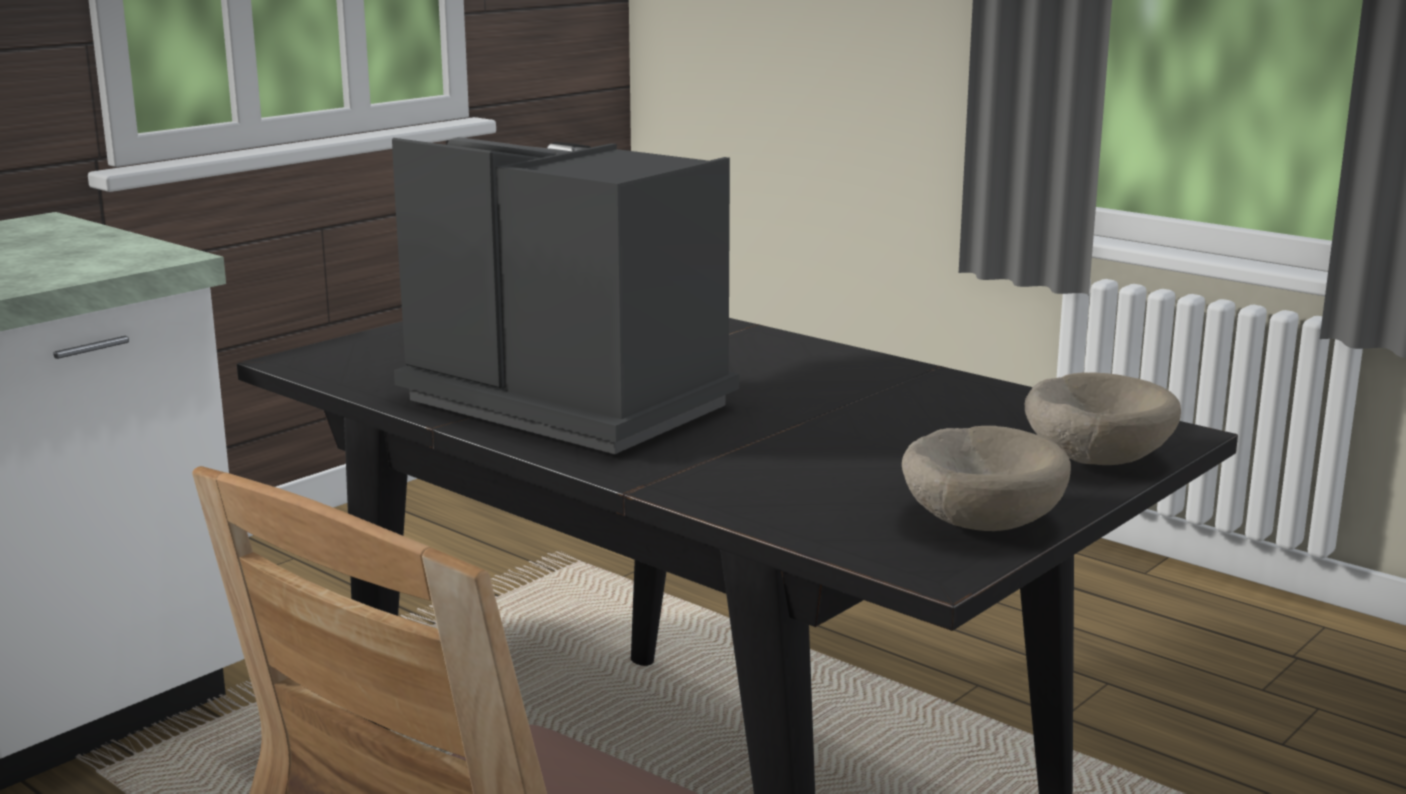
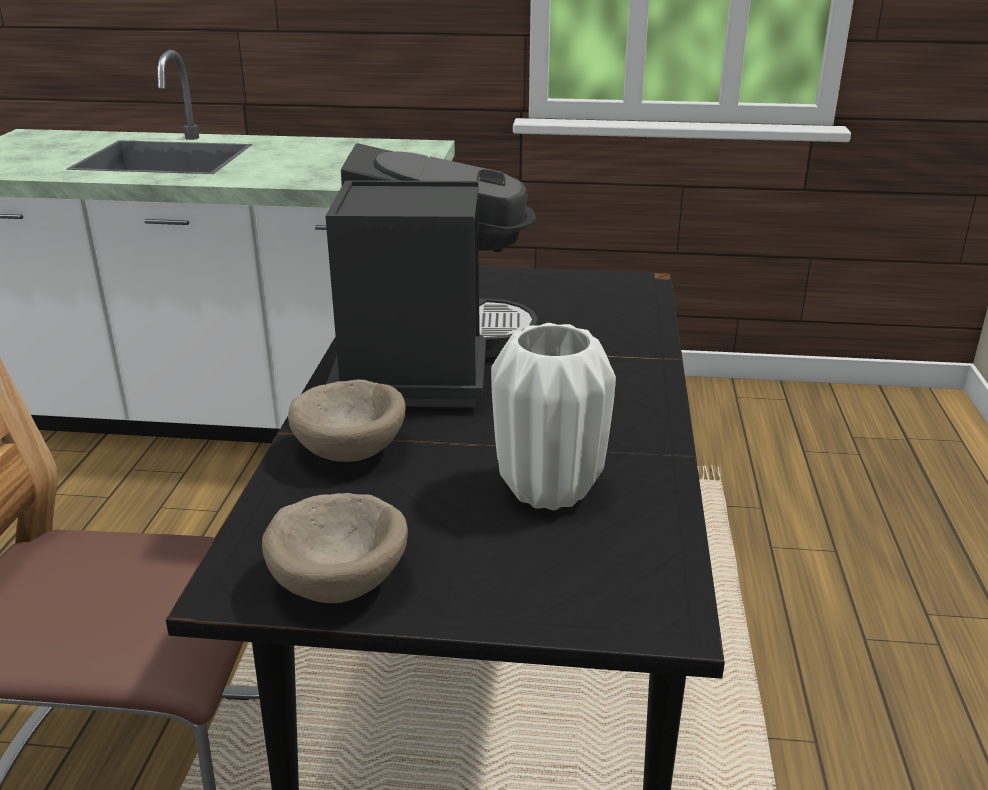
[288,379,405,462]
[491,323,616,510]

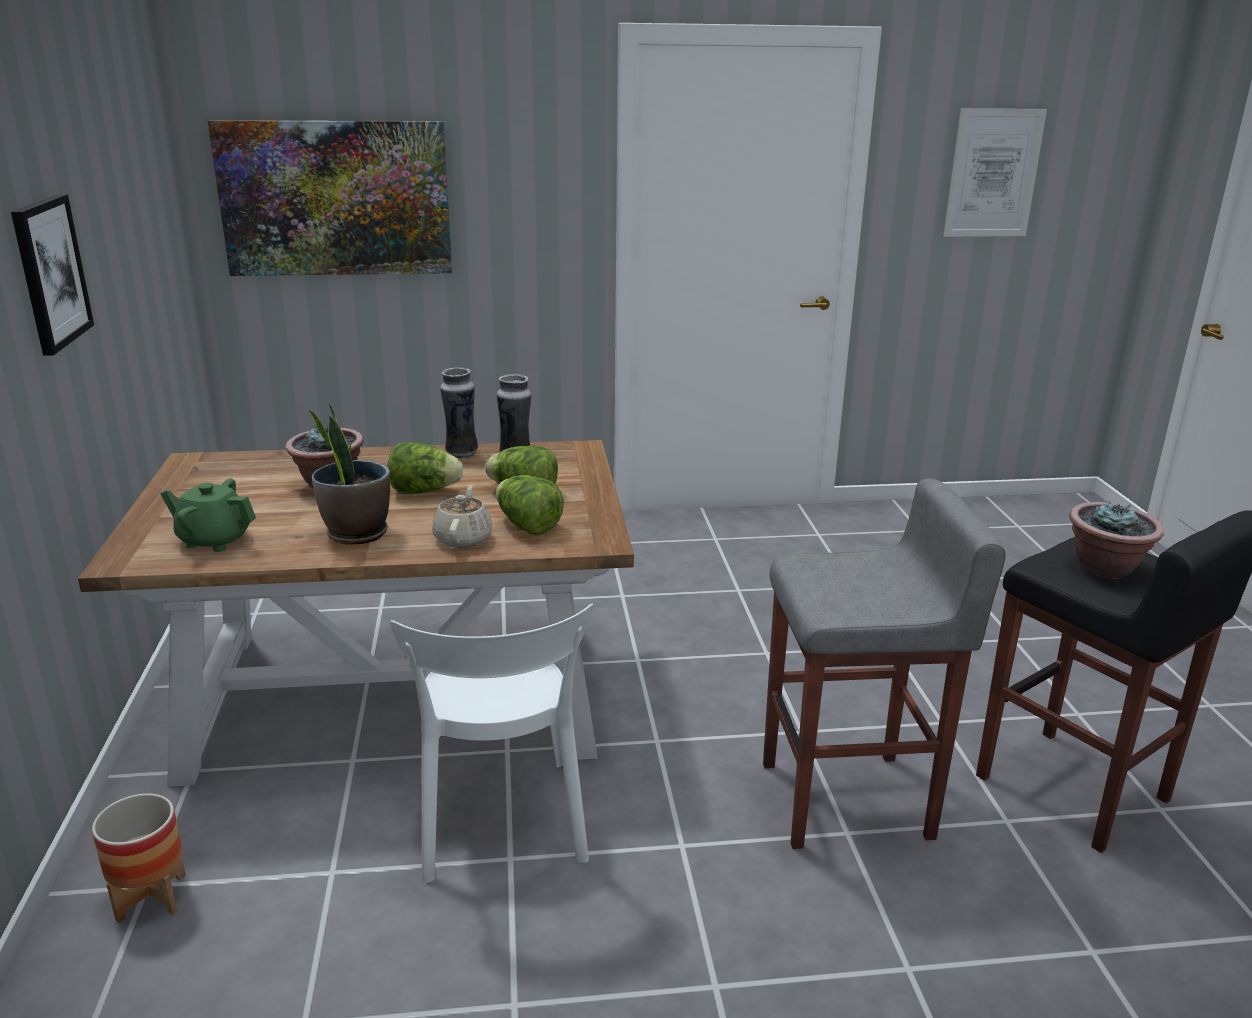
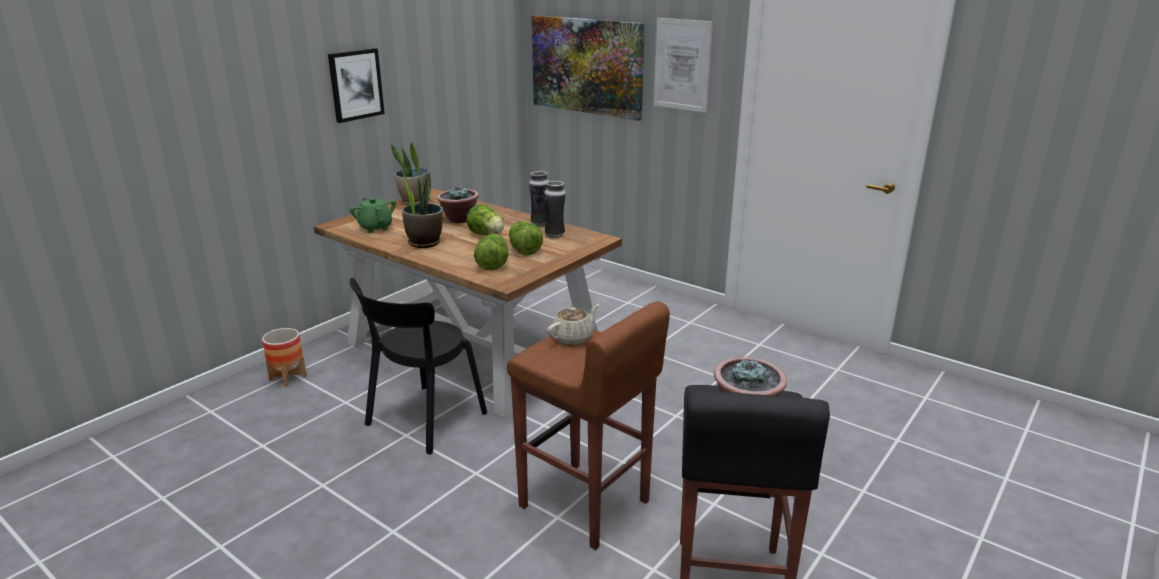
[654,18,713,113]
[507,301,670,550]
[547,304,599,345]
[349,278,487,455]
[391,142,431,205]

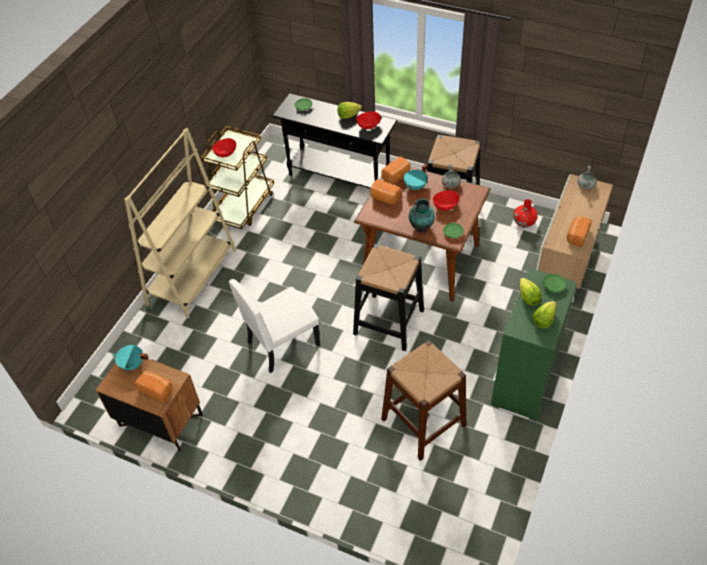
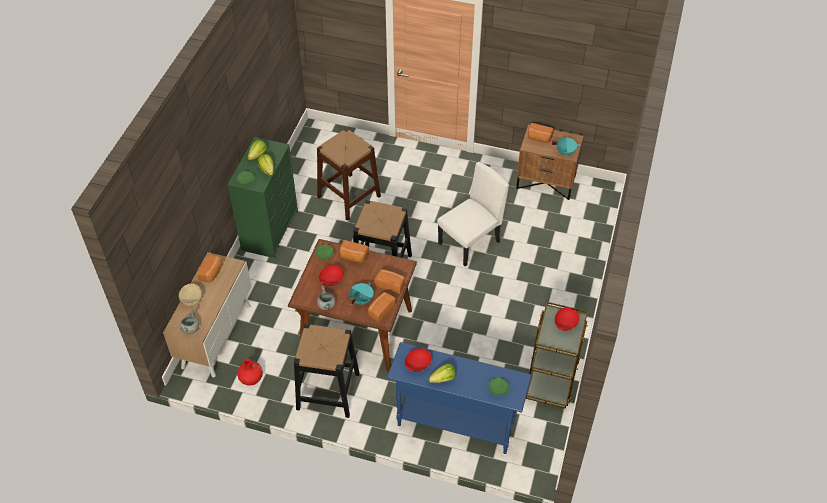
[387,342,532,454]
[124,128,236,318] (first image)
[340,240,369,263]
[179,283,202,306]

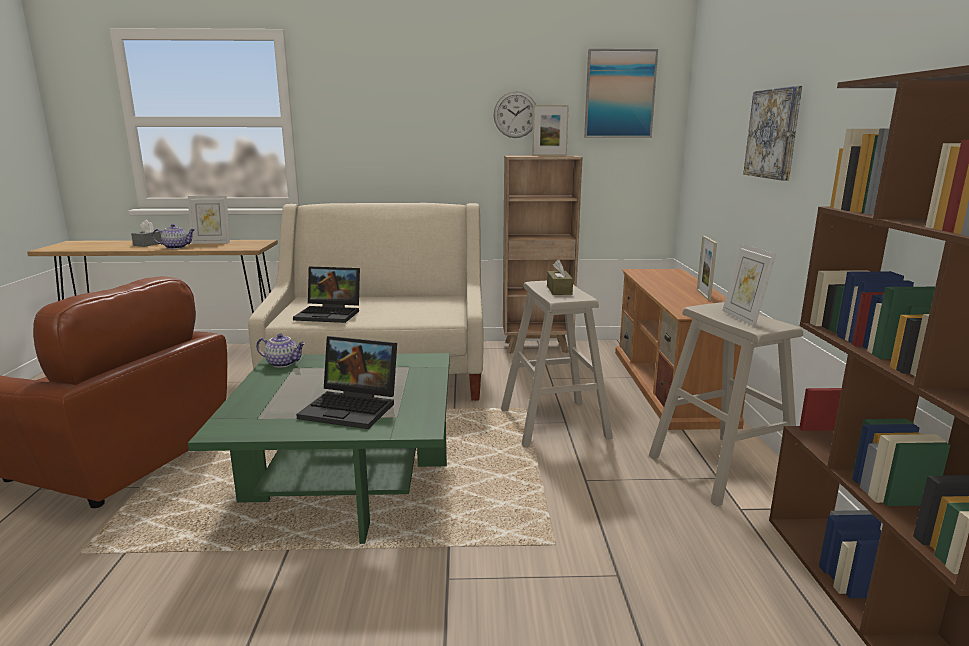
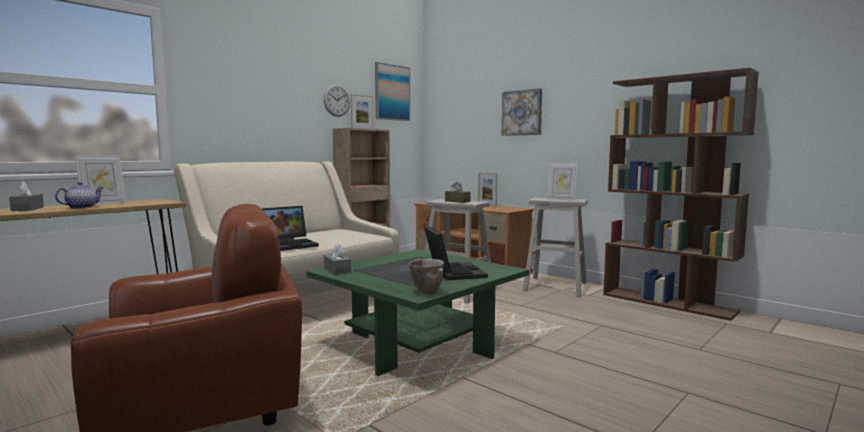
[324,244,351,275]
[424,226,488,280]
[409,259,444,294]

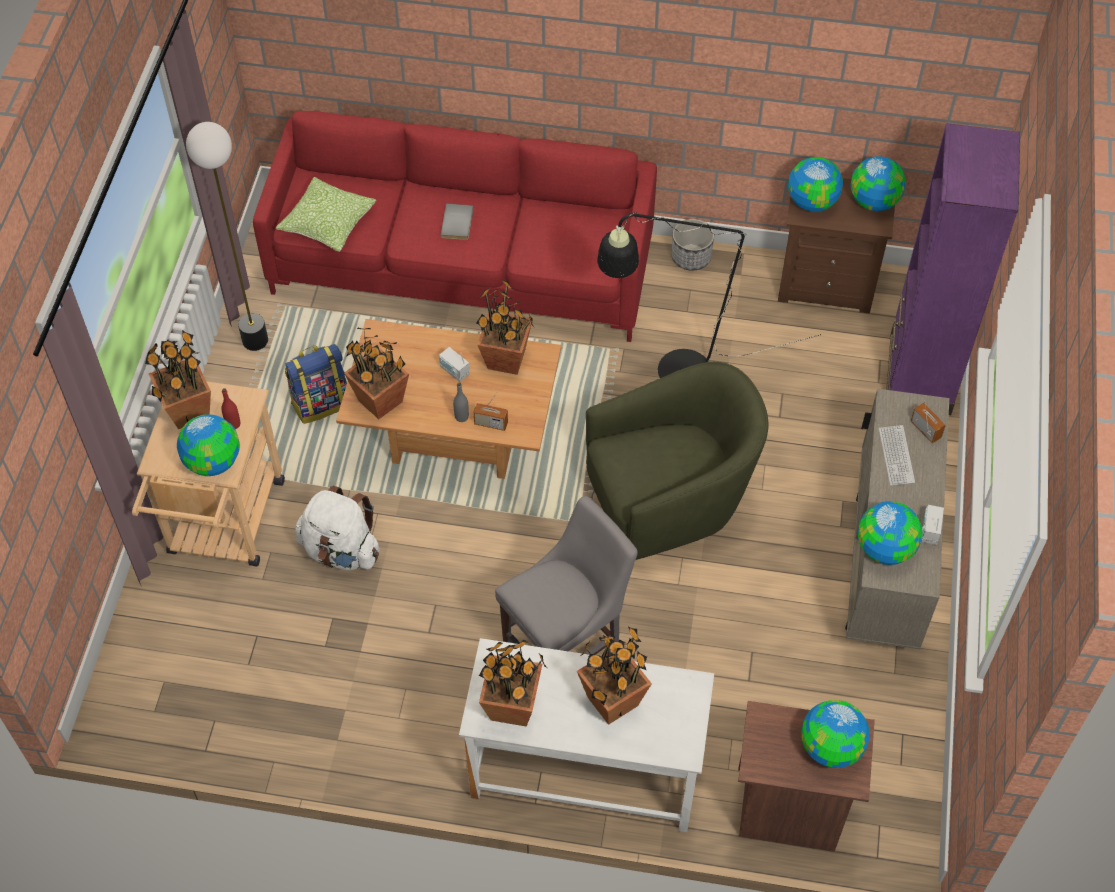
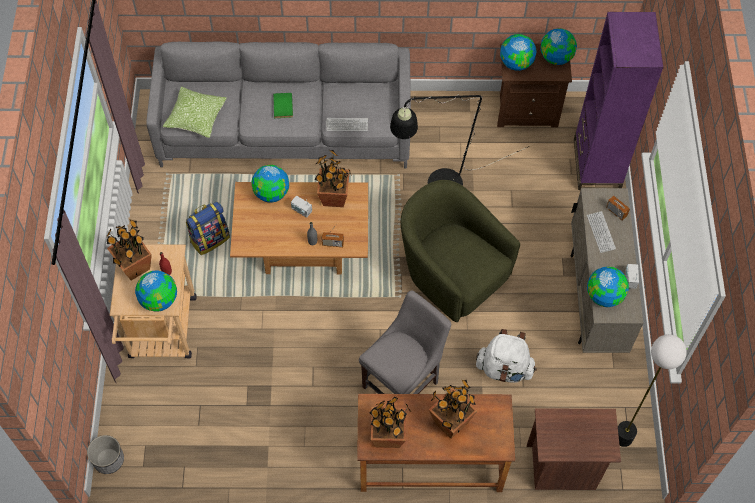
[146,41,411,168]
[618,334,687,447]
[273,93,293,118]
[87,435,124,474]
[344,328,409,419] (first image)
[401,180,520,322]
[476,329,537,383]
[357,394,515,492]
[252,165,289,203]
[326,118,368,131]

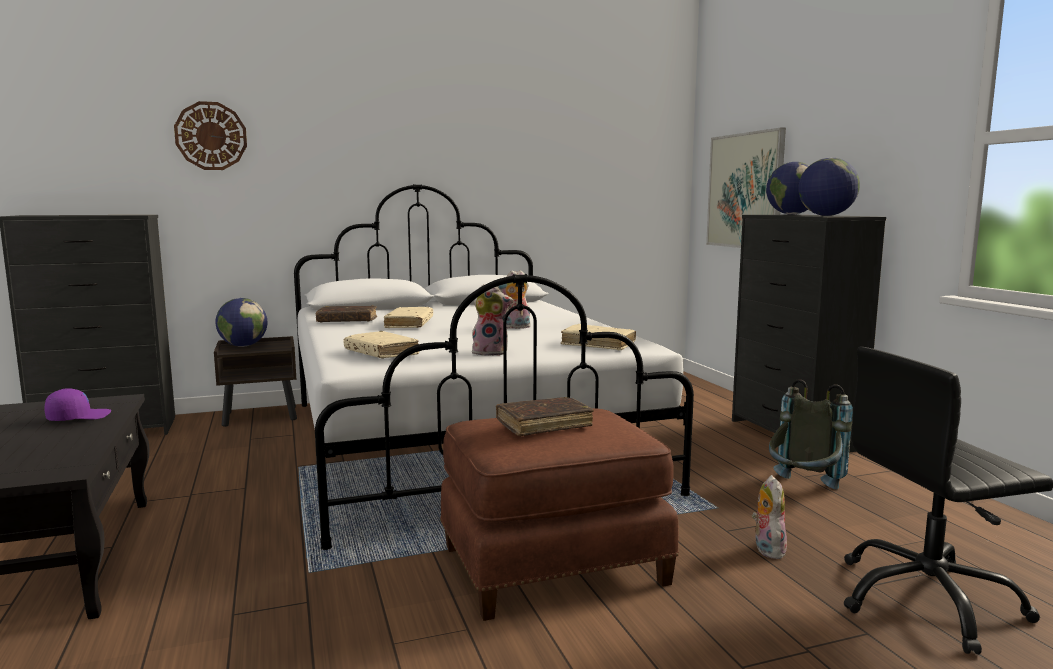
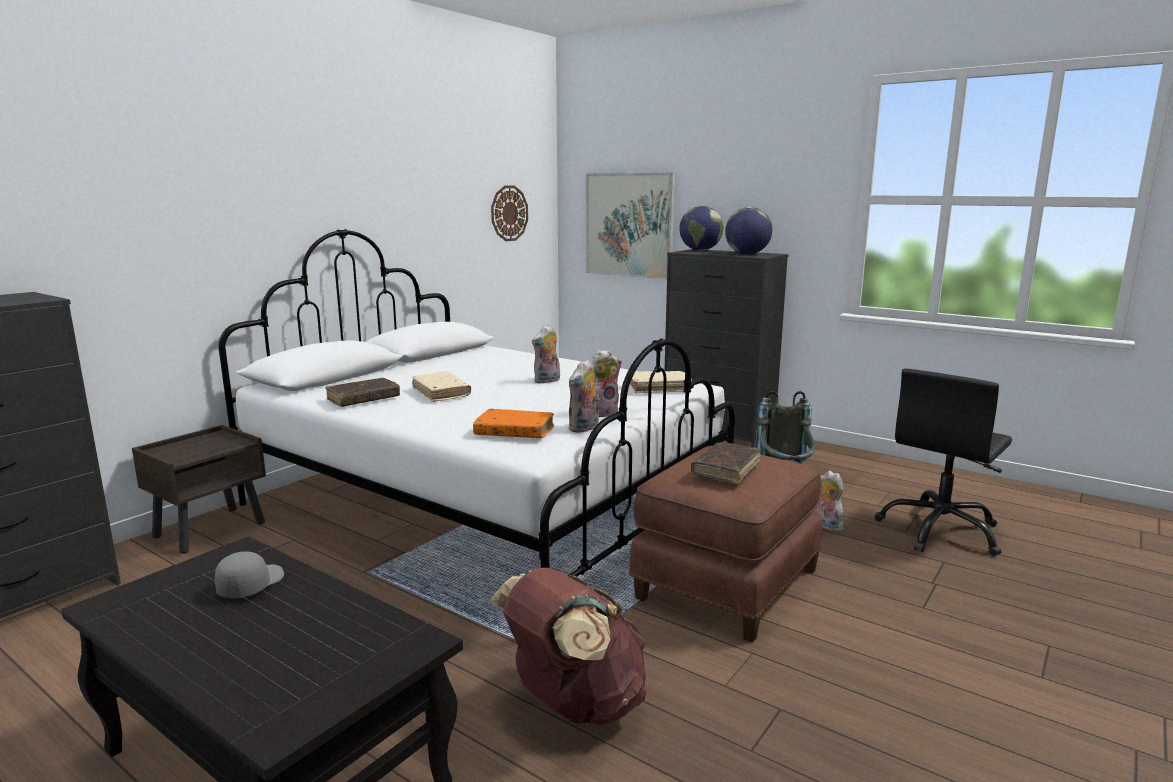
[491,186,528,241]
[216,298,267,347] (first image)
[473,409,554,438]
[215,551,284,598]
[568,359,600,433]
[490,568,646,725]

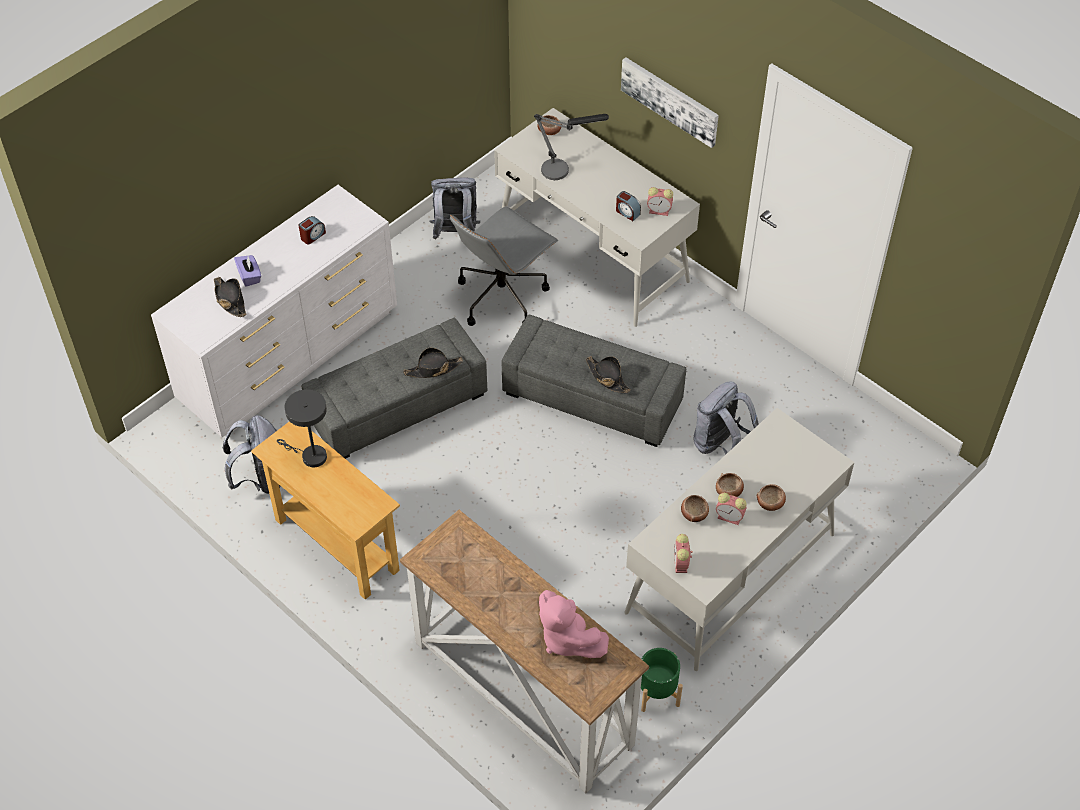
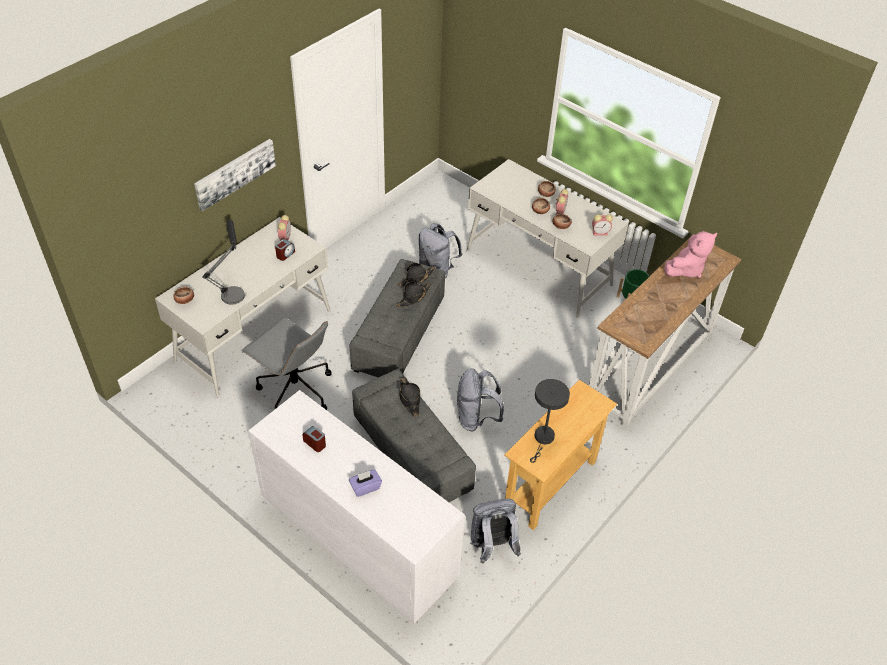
[457,368,504,431]
[397,263,436,287]

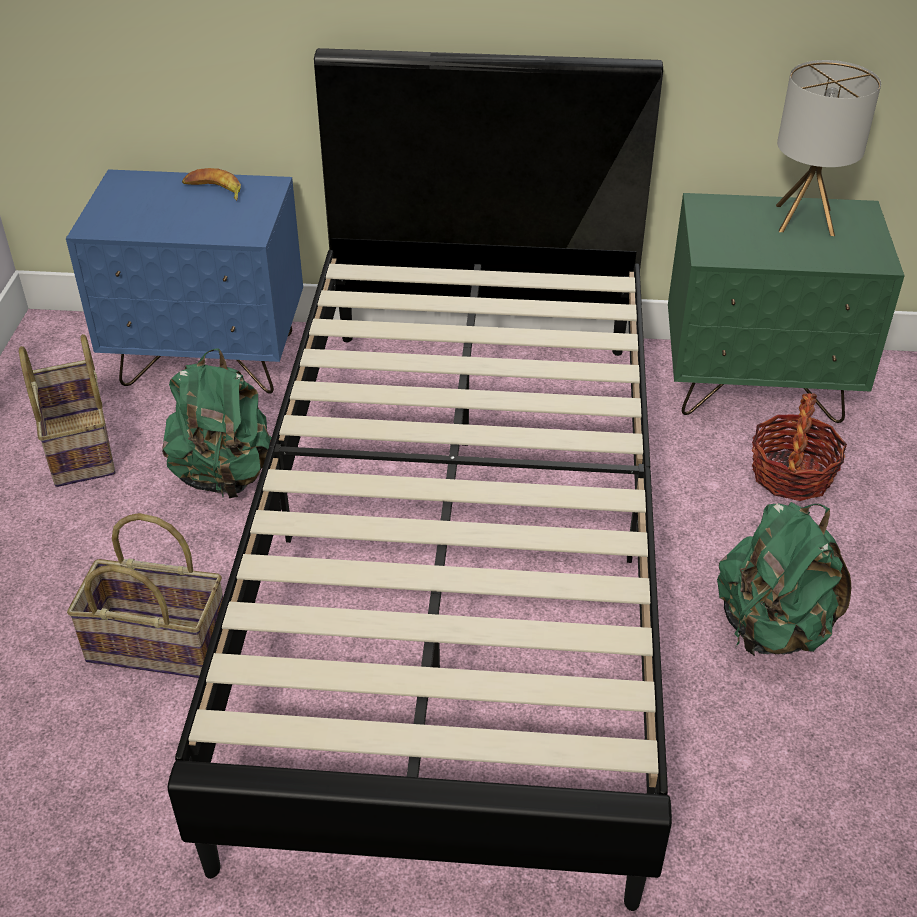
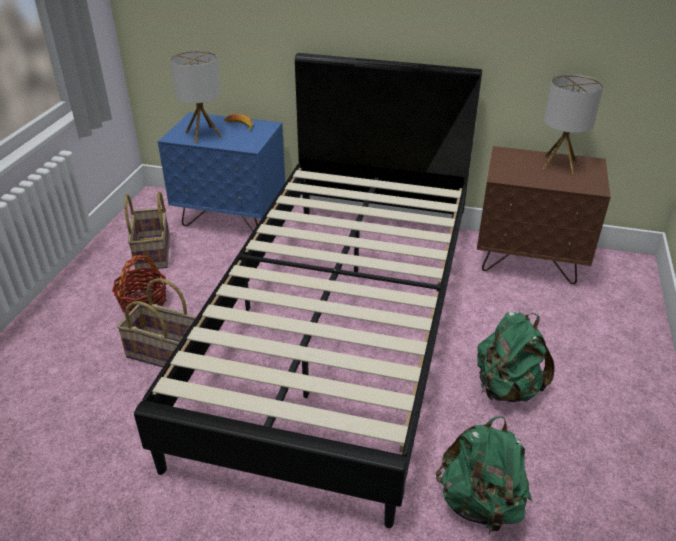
[477,146,611,284]
[435,417,532,534]
[112,255,167,313]
[170,50,222,143]

